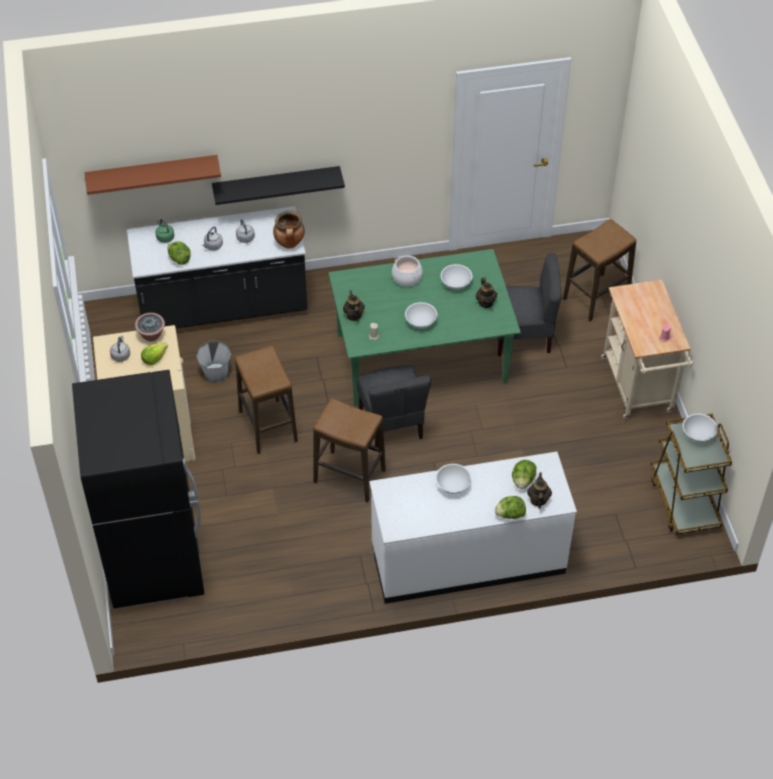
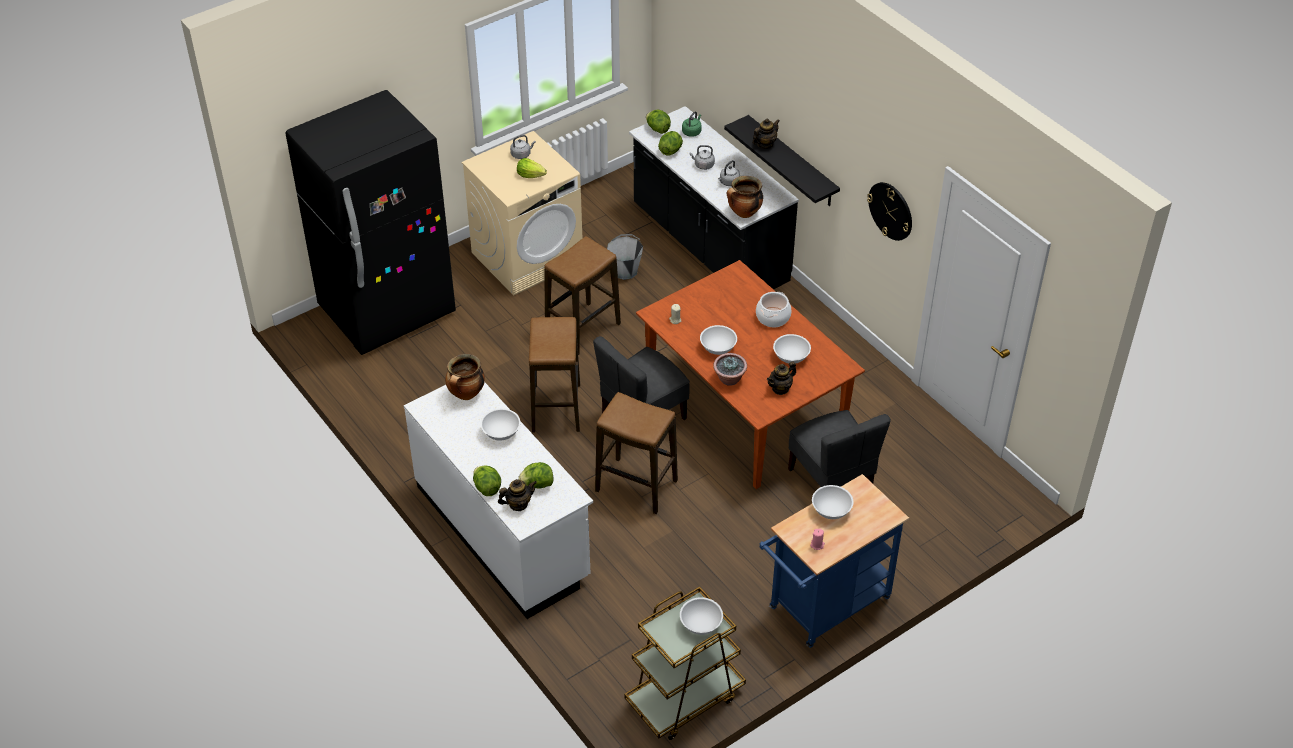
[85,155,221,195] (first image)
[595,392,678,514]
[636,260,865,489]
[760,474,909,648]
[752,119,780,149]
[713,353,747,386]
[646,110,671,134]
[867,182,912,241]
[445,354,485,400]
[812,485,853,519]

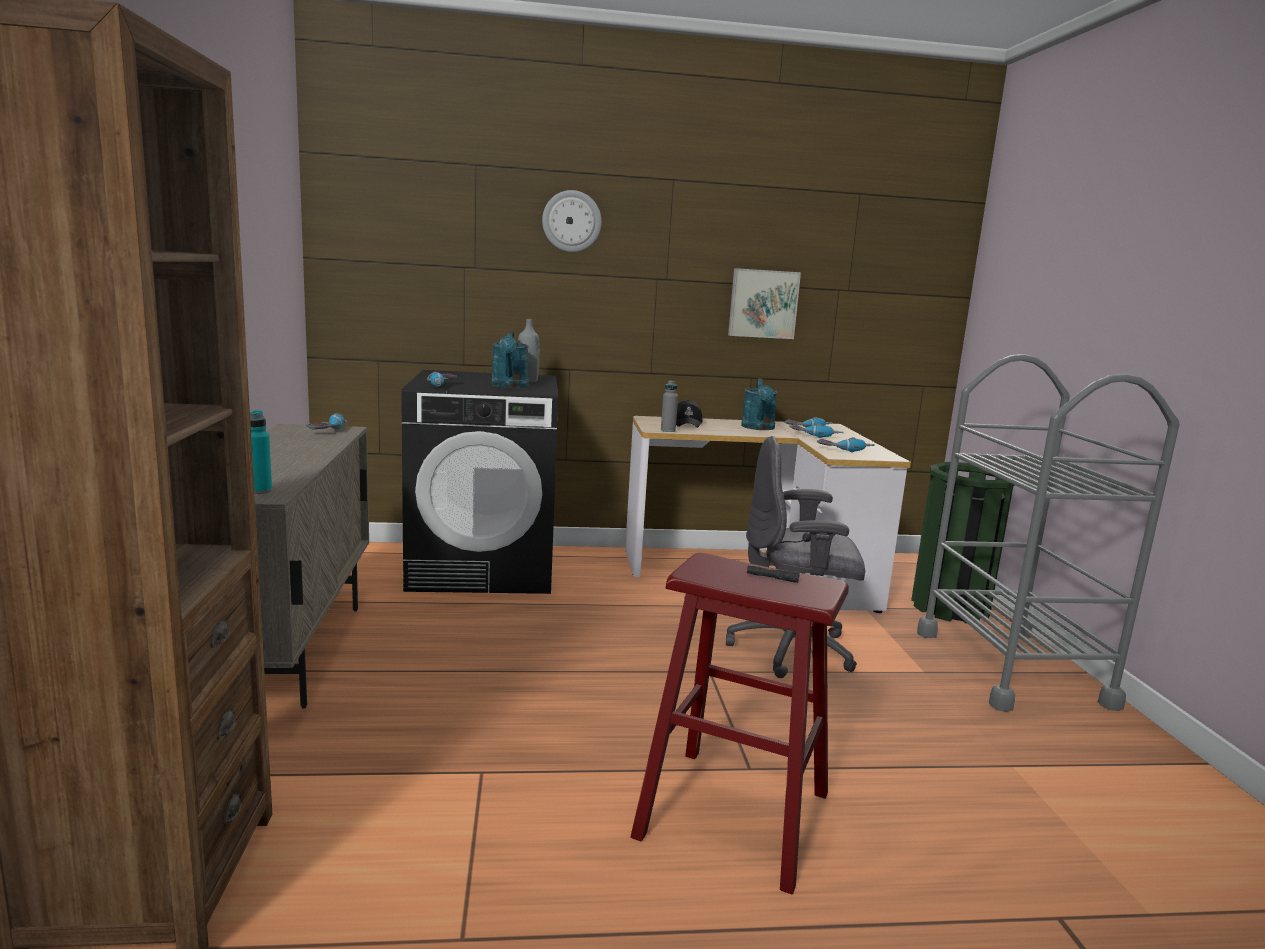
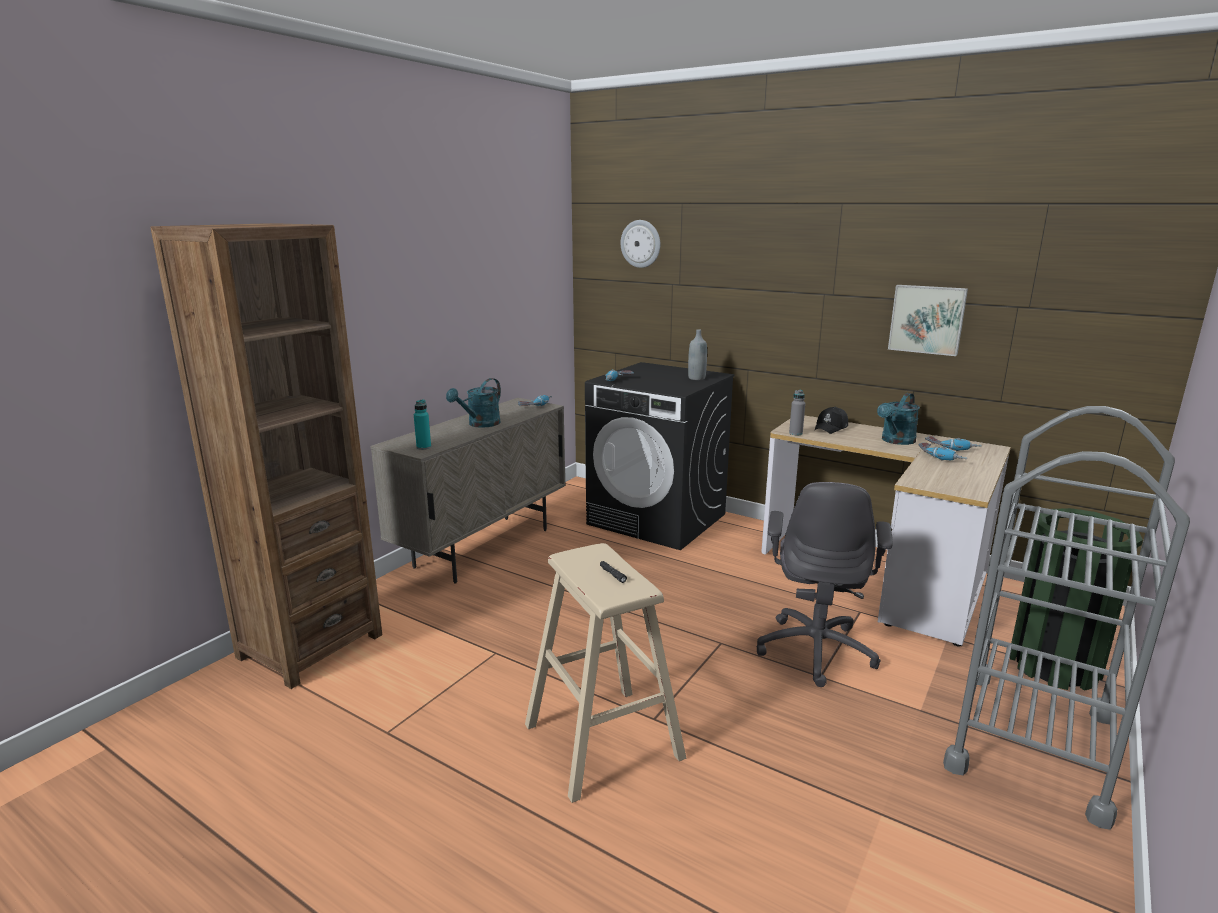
[621,220,660,268]
[446,378,501,428]
[756,482,893,687]
[817,437,875,452] (first image)
[525,543,686,803]

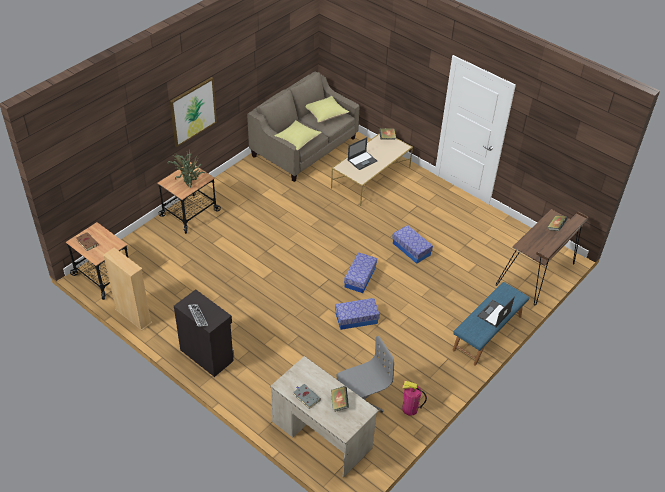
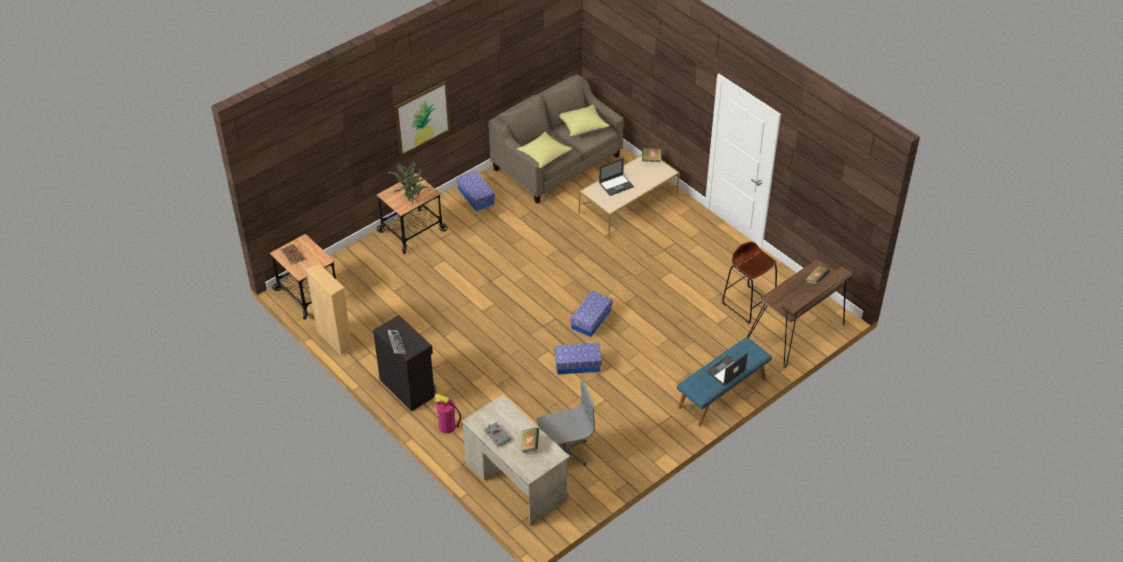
[457,170,495,211]
[434,394,461,433]
[722,241,777,324]

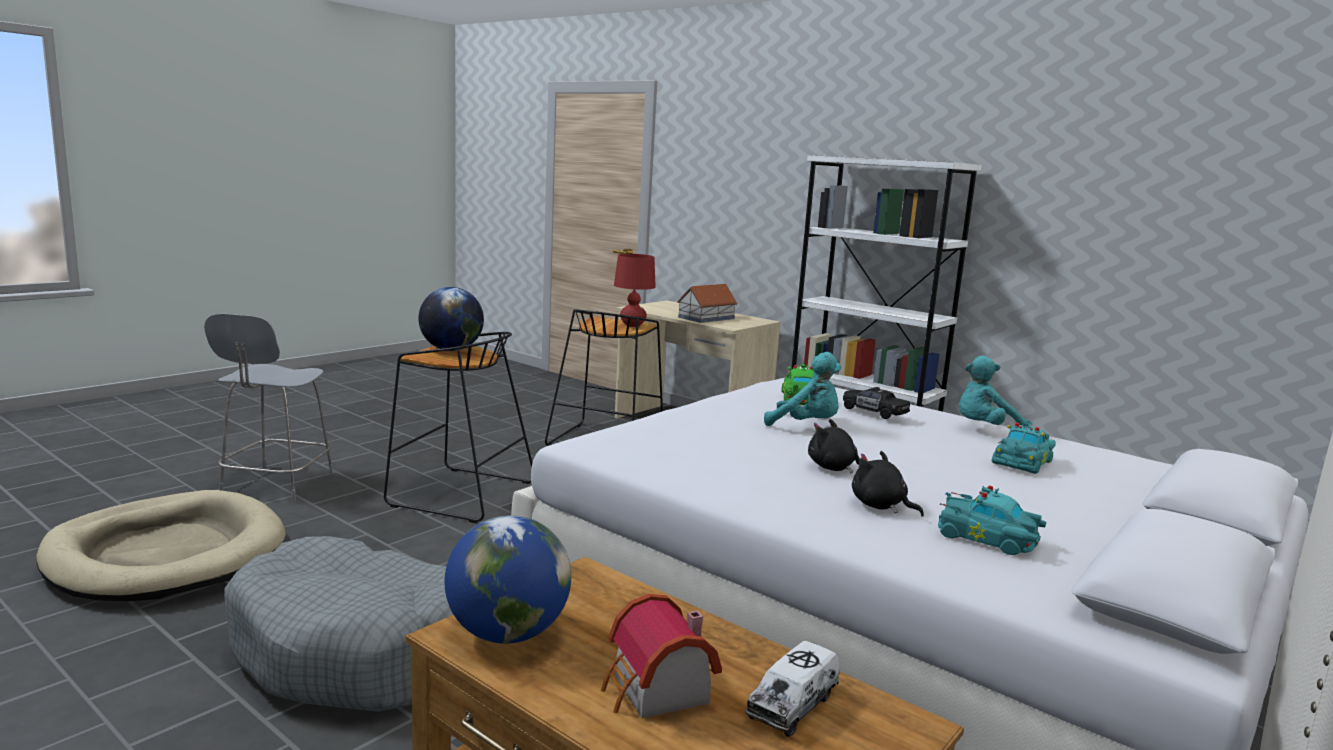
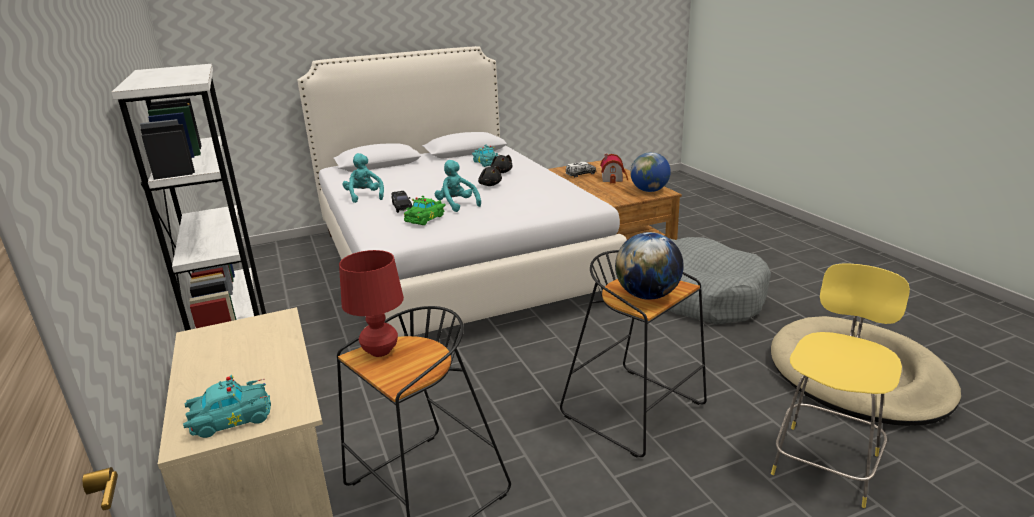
[677,284,737,323] (first image)
[771,264,910,508]
[343,153,384,203]
[183,375,271,438]

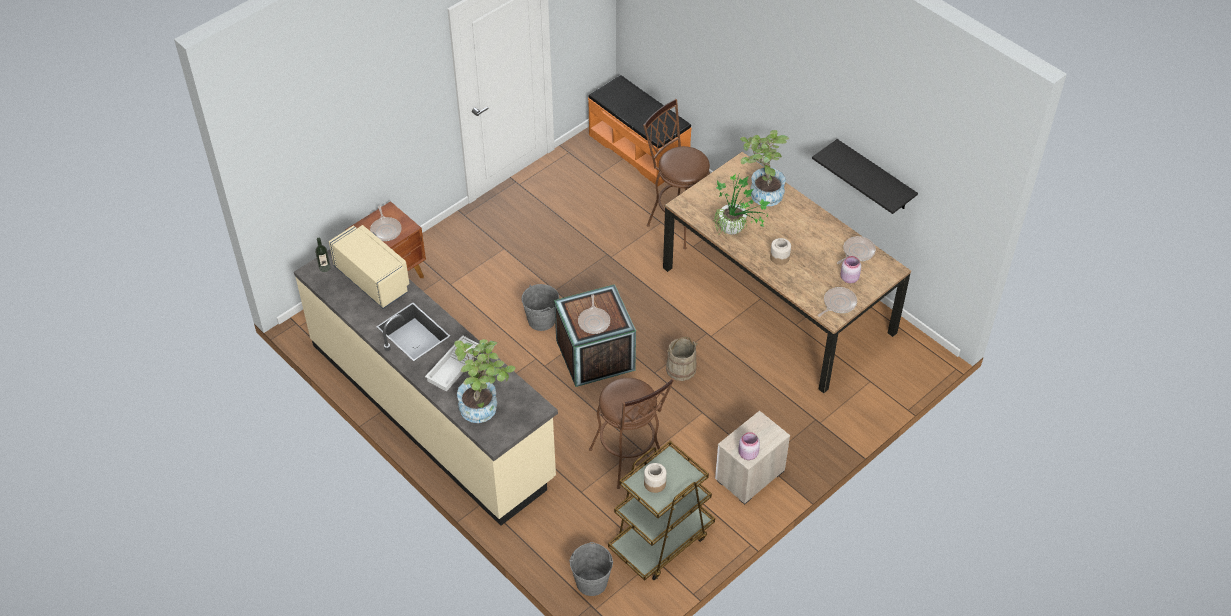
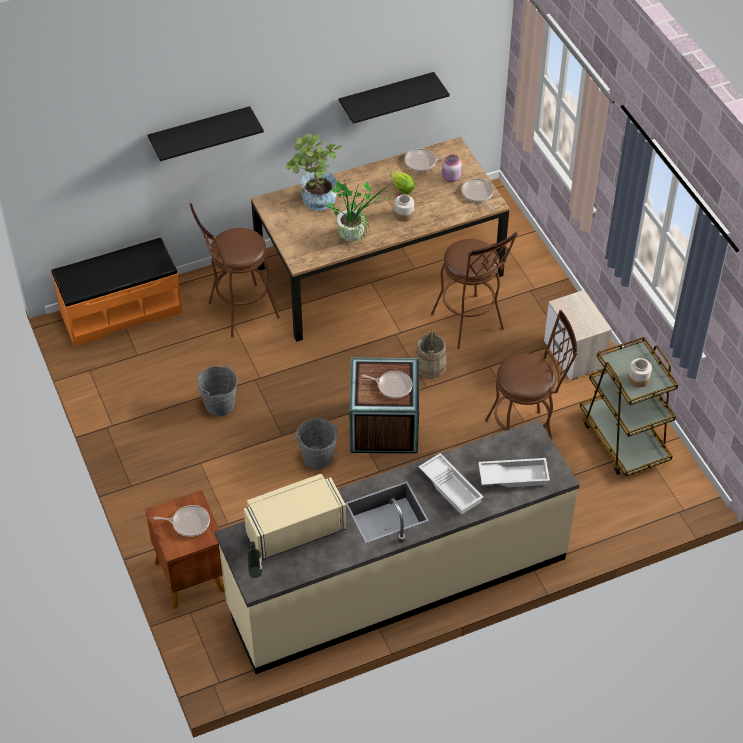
[405,149,448,172]
[478,458,550,487]
[738,432,760,460] (first image)
[197,365,238,416]
[148,106,264,161]
[390,171,415,194]
[431,231,518,349]

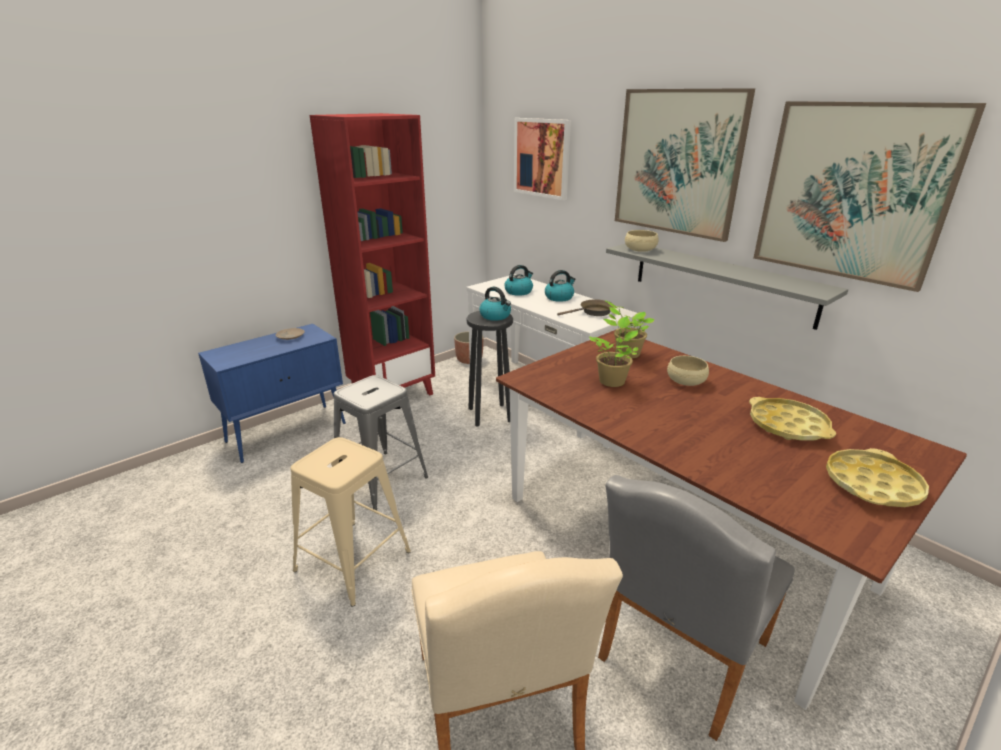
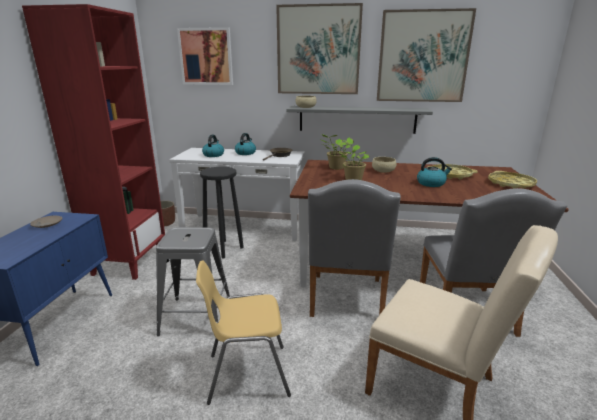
[417,157,452,187]
[196,260,291,405]
[308,179,401,317]

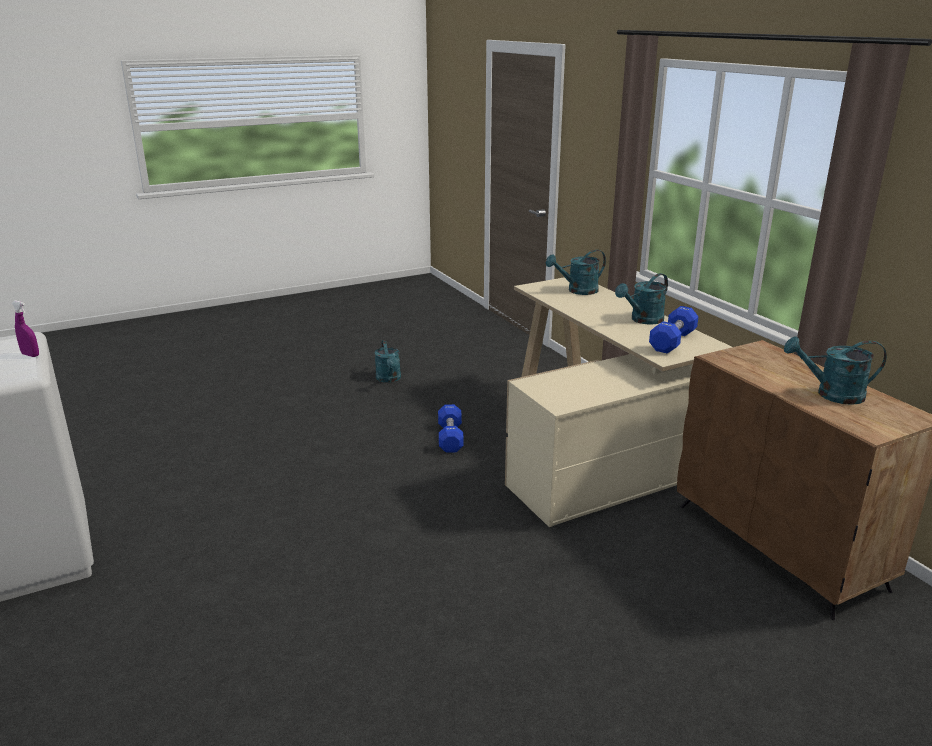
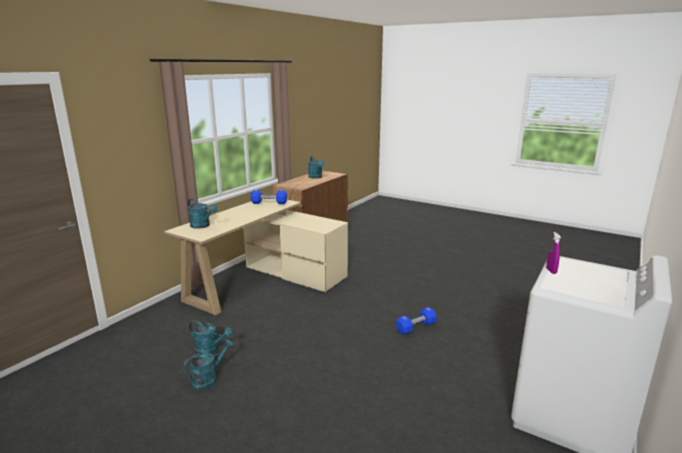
[189,320,233,354]
[396,307,437,335]

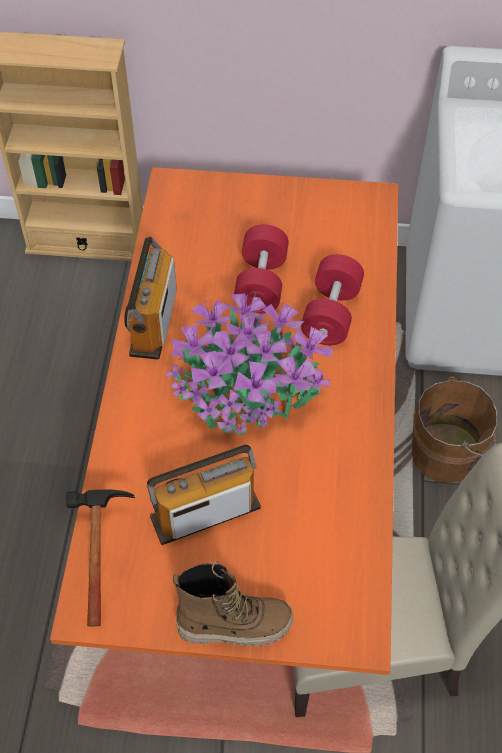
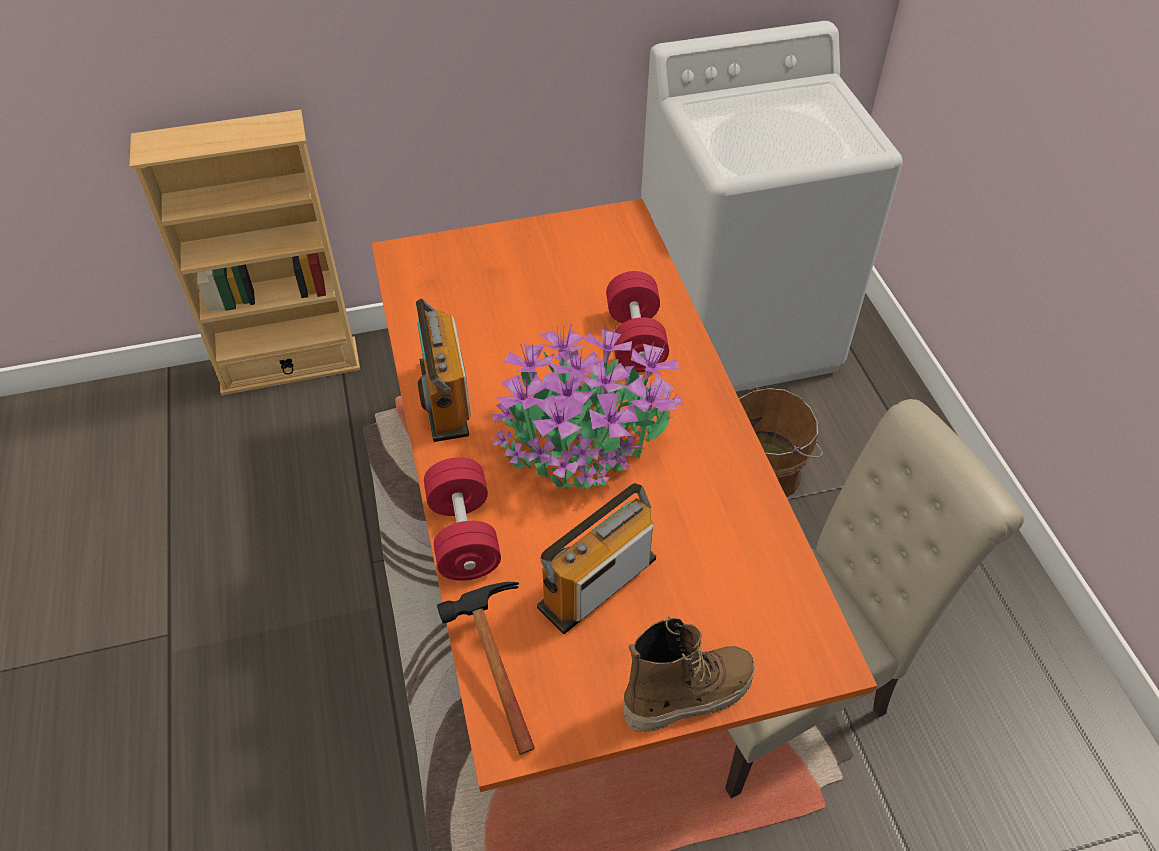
[424,457,501,581]

